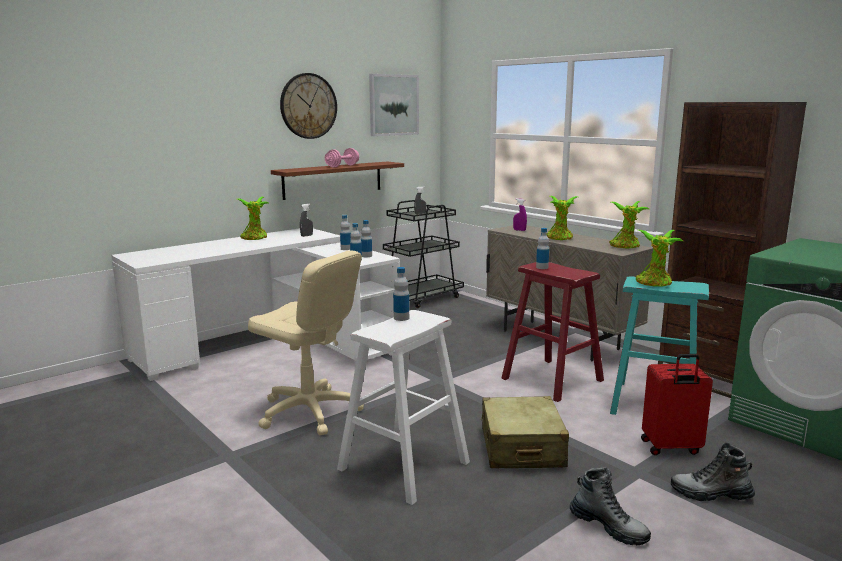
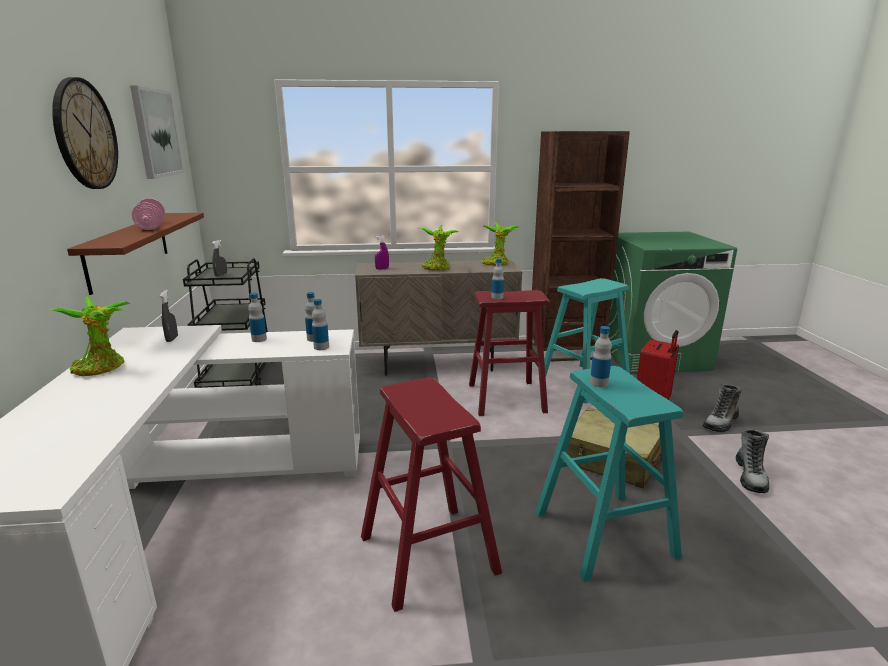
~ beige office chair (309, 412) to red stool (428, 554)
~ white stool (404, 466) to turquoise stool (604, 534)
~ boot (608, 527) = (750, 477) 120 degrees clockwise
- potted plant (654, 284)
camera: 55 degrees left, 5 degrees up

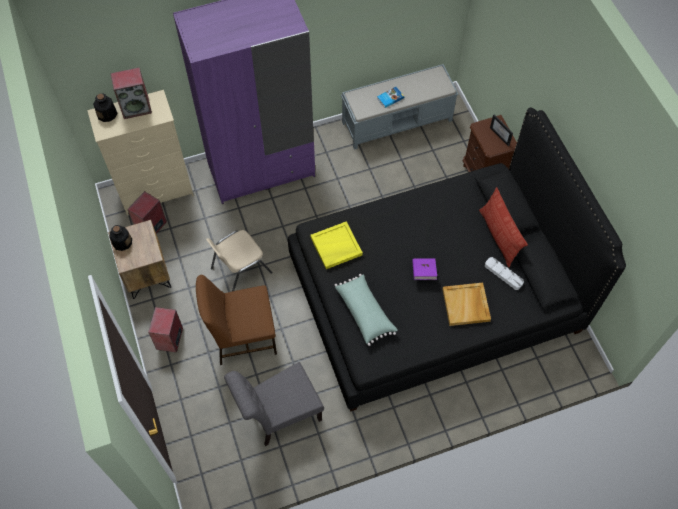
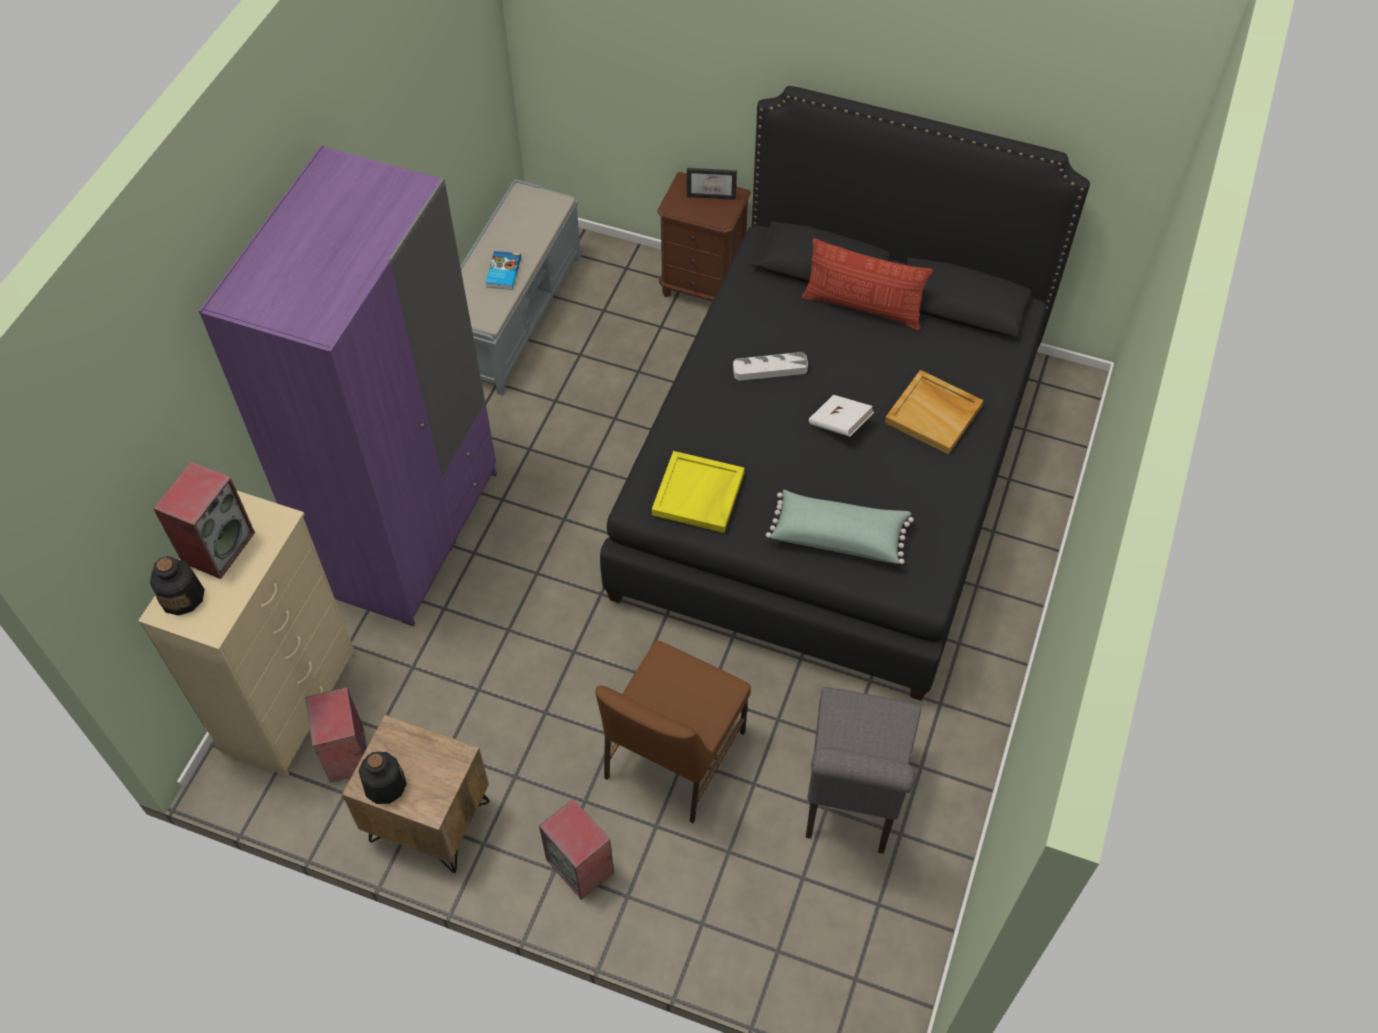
- beige chair (240, 270)
~ purple book (423, 272) to white book (839, 424)
~ white tray (503, 274) to (770, 369)
camera: 50 degrees left, 5 degrees down

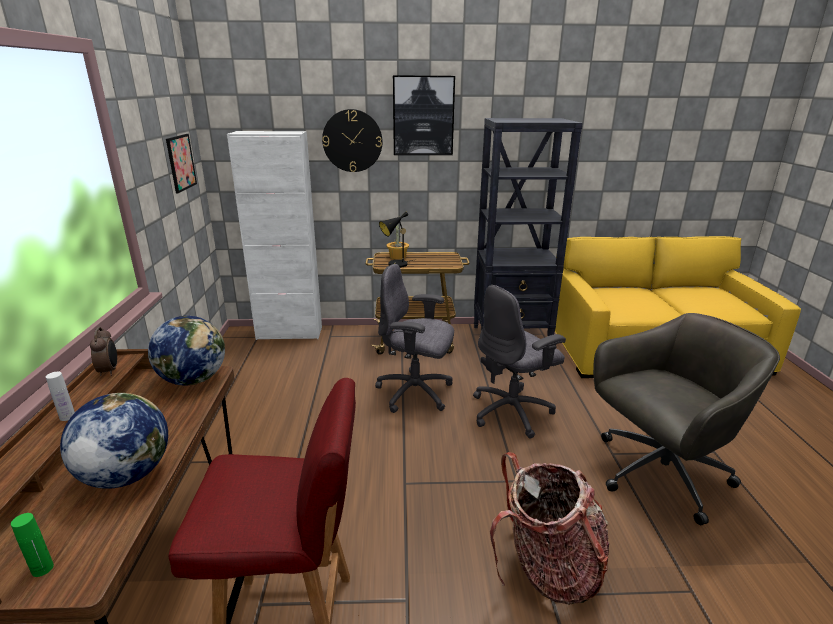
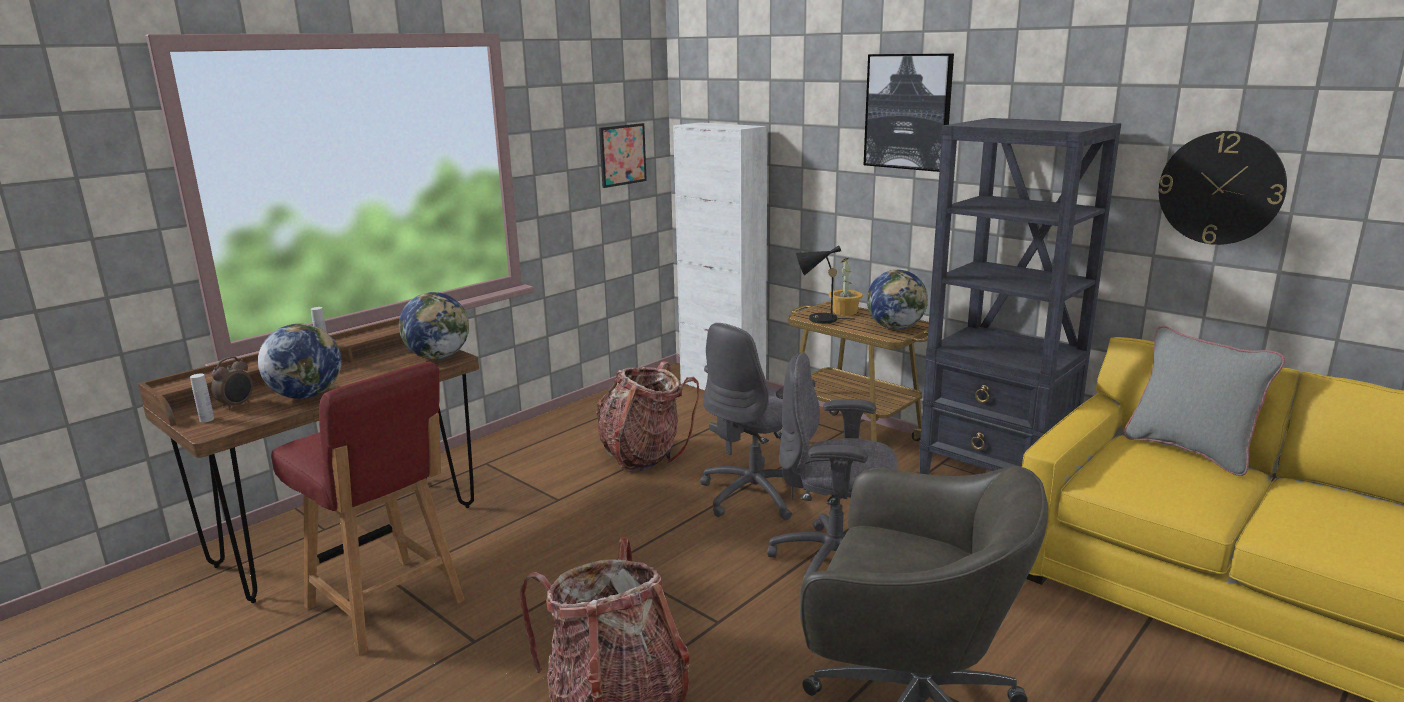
~ green bottle (42, 569) to white bottle (207, 419)
~ alarm clock (109, 371) to (237, 405)
~ wall clock (352, 141) to (1220, 188)
~ grey office chair (415, 393) = (756, 494) 105 degrees counterclockwise
+ backpack (643, 455)
+ globe (896, 328)
+ grey pillow (1189, 450)
camera: 45 degrees right, 5 degrees down

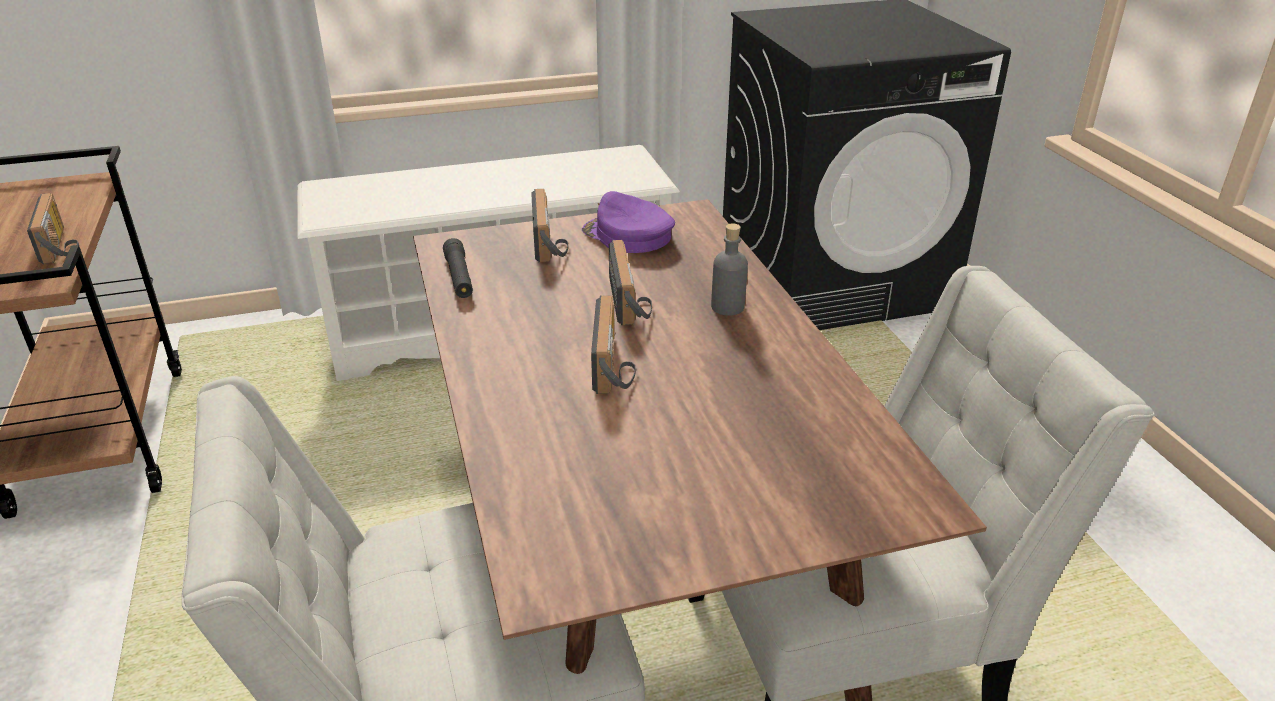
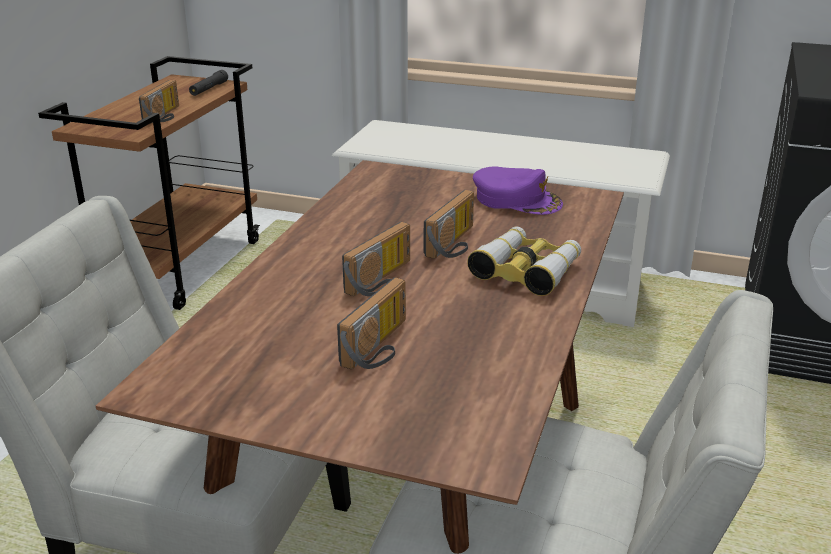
~ black flashlight (459, 277) to (209, 89)
~ radio (551, 243) to (381, 347)
~ purple cap (627, 235) = (517, 199) 135 degrees clockwise
~ grey bottle (727, 307) to binoculars (526, 270)
camera: 35 degrees right, 5 degrees down

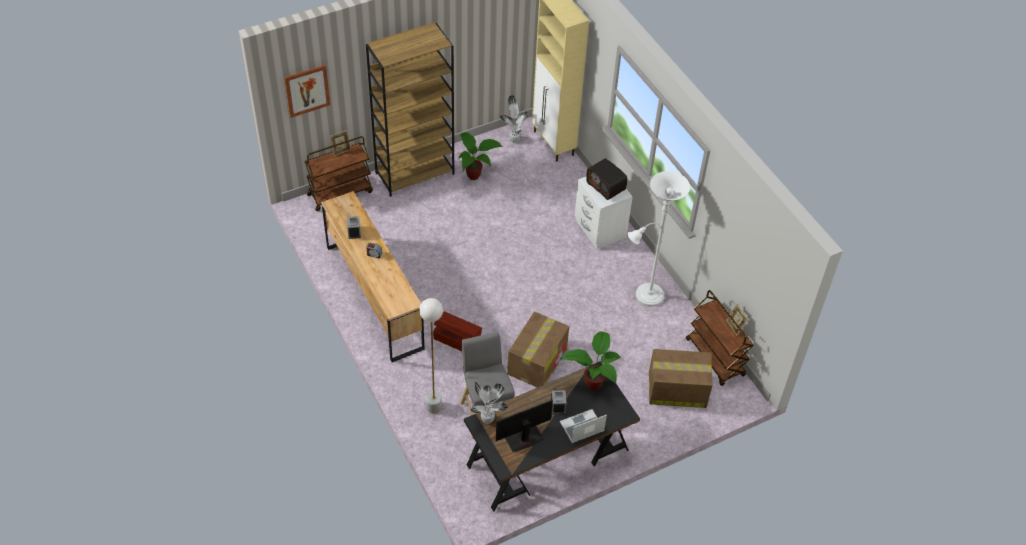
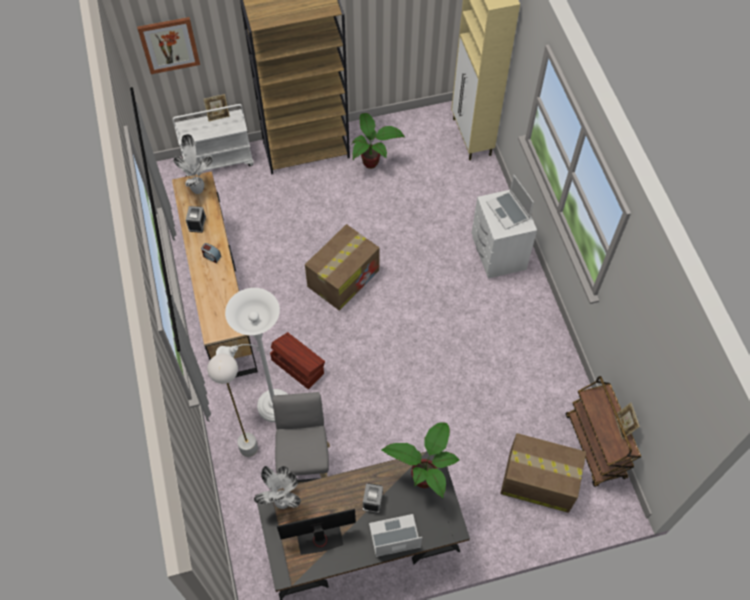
~ brown cart (340, 193) to white cart (218, 161)
~ potted plant (514, 139) to (198, 189)
~ cardboard box (537, 361) to (344, 277)
~ radio (606, 186) to laptop (508, 211)
~ white floor lamp (645, 296) to (269, 406)
camera: 15 degrees right, 10 degrees up

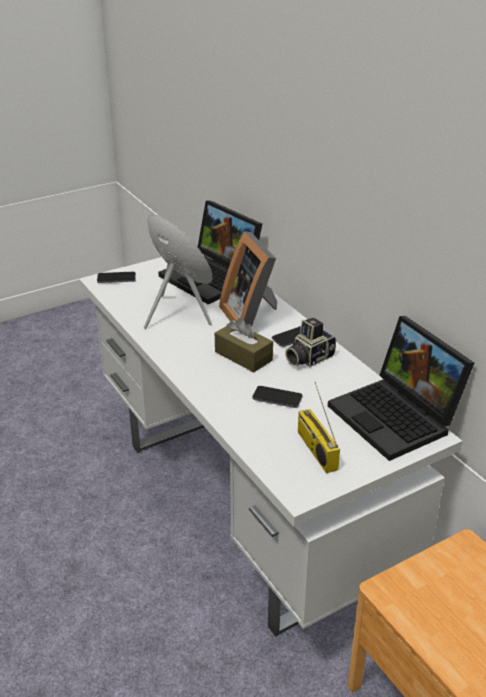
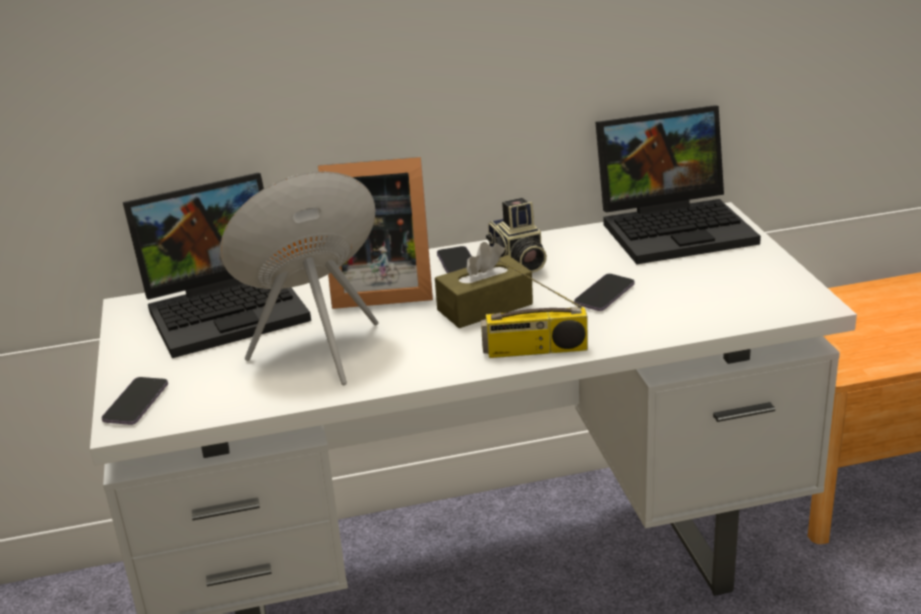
~ radio (315, 449) to (534, 350)
camera: 70 degrees left, 5 degrees down

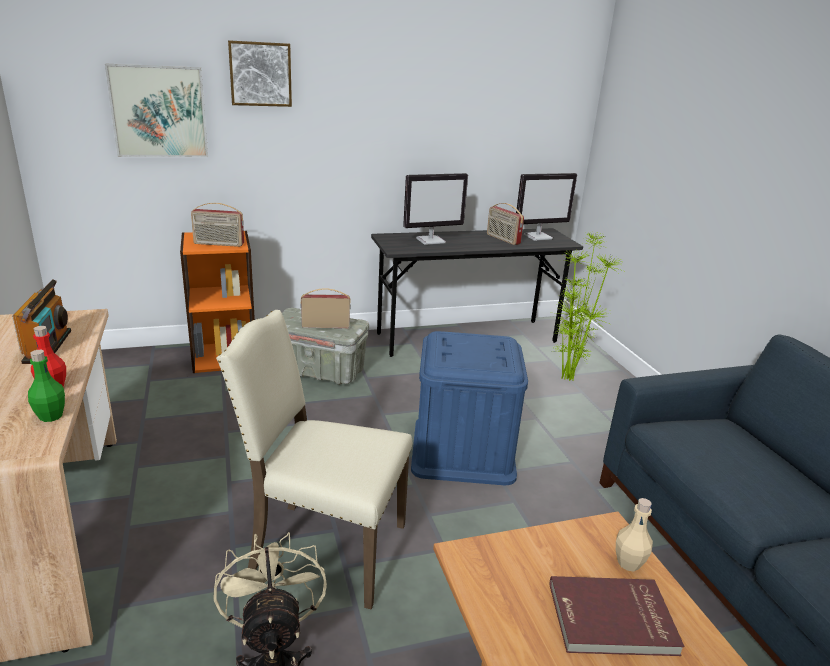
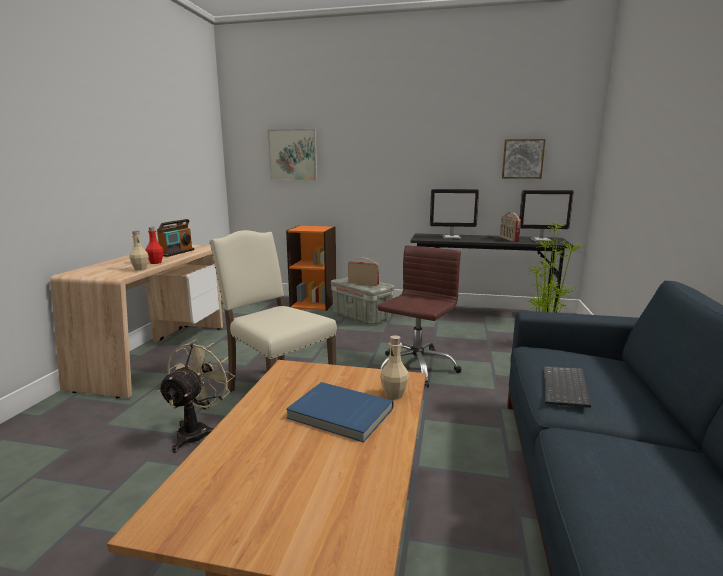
~ green bottle (51, 416) to beige bottle (140, 269)
- radio (218, 244)
~ picture (260, 74) to (522, 159)
~ blue storage box (463, 450) to brown office chair (416, 367)
~ red book (612, 620) to blue book (339, 414)
+ keyboard (566, 388)
camera: 30 degrees right, 10 degrees down

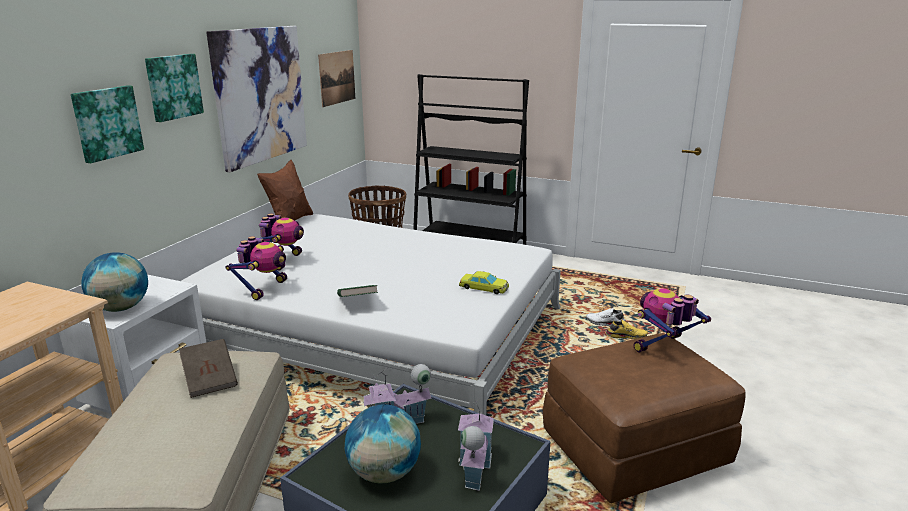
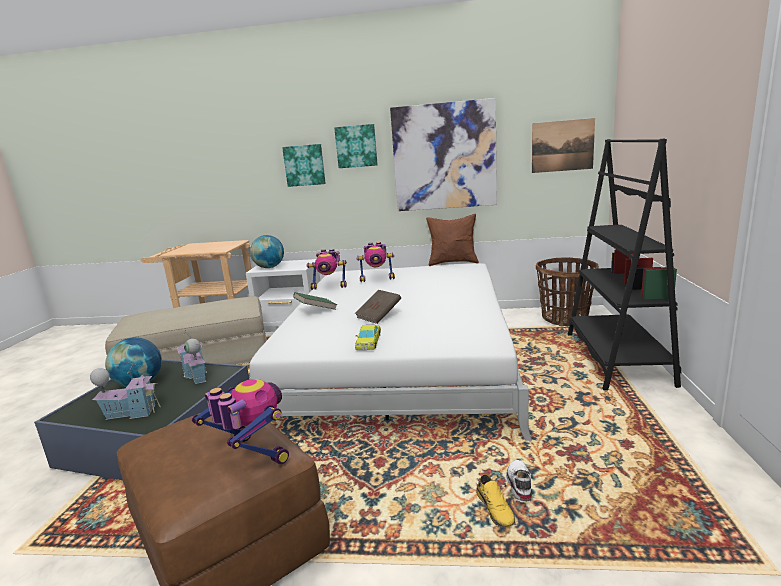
~ brown book (210, 380) to (379, 316)
camera: 75 degrees right, 5 degrees down

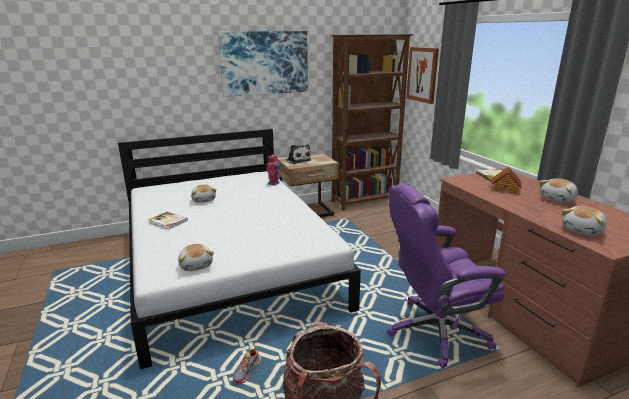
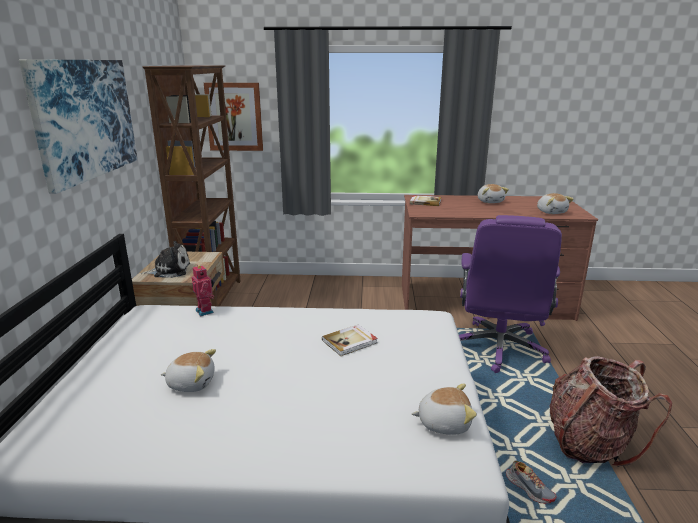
~ book (168, 222) to (350, 342)
- toy house (505, 189)
camera: 65 degrees left, 0 degrees up

